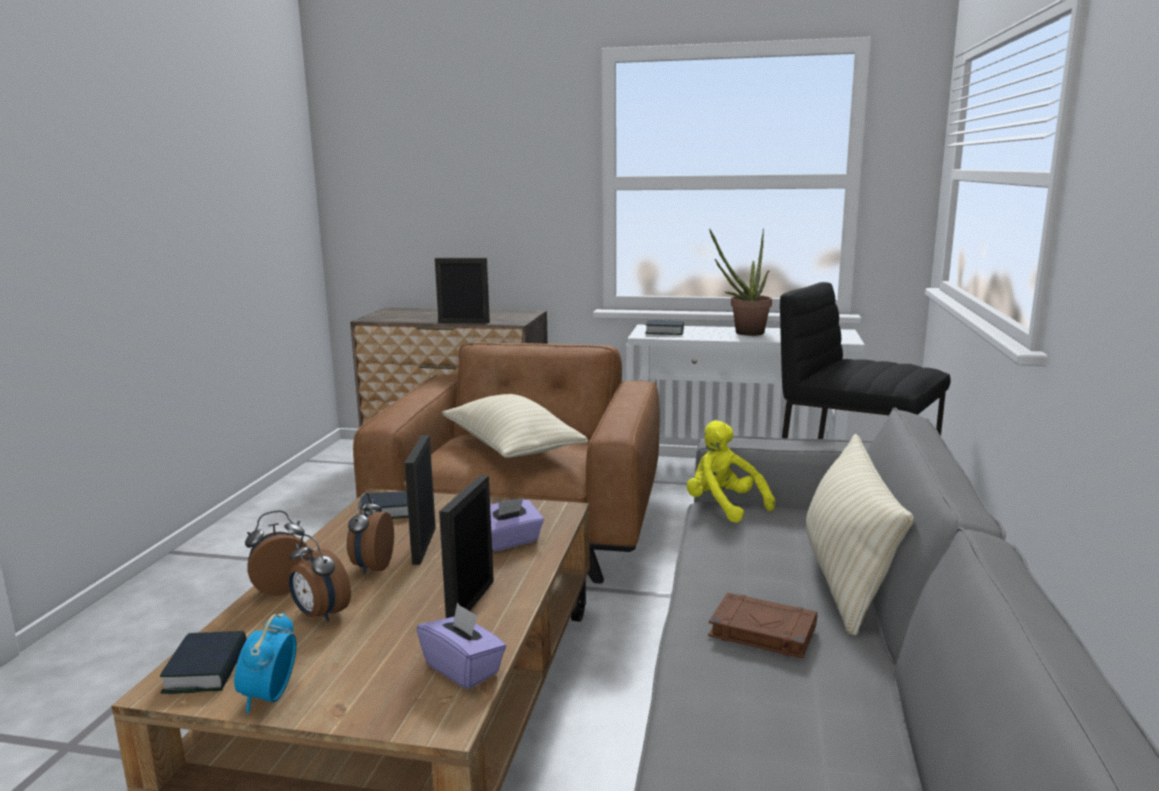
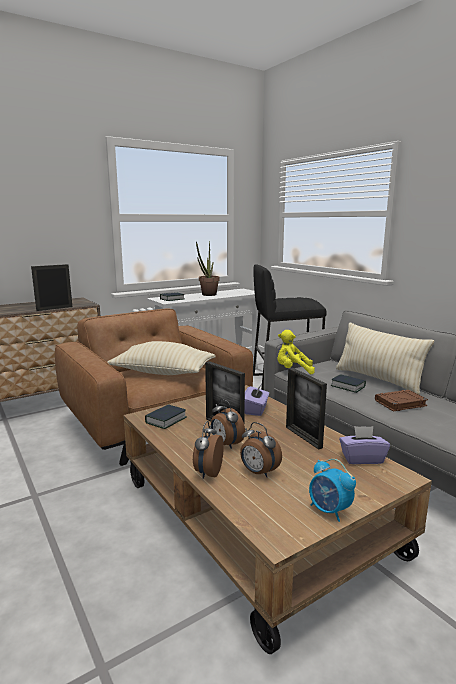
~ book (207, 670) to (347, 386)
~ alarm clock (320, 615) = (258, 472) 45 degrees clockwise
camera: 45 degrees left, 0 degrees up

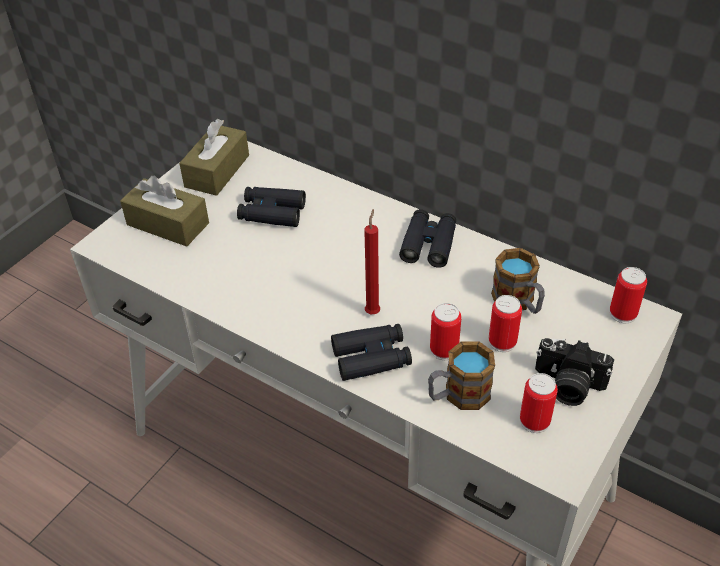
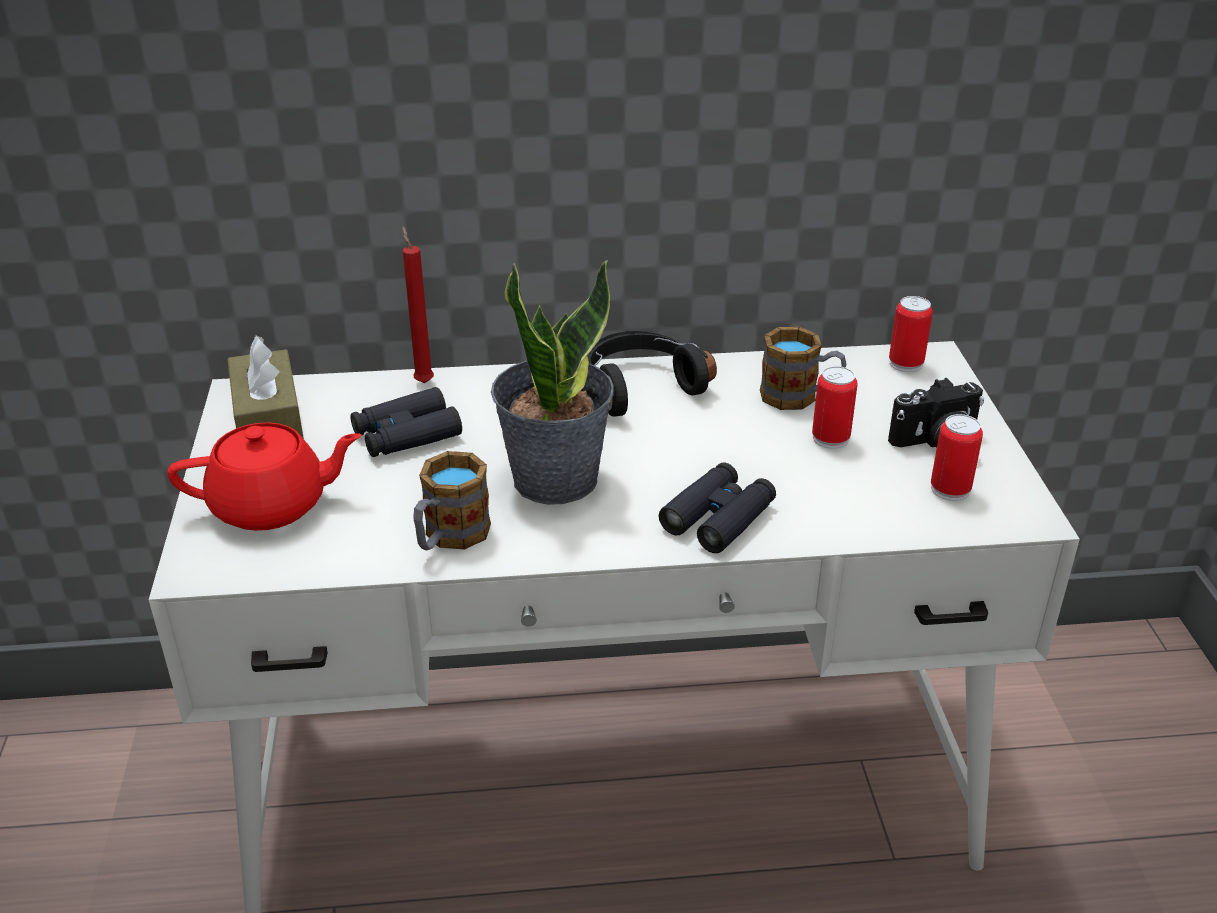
~ brown tissue box (168, 224) to red teapot (272, 506)
~ red candle (373, 311) to (423, 381)
~ black binoculars (428, 244) to black headphones (638, 387)
~ mug (458, 395) to (449, 537)
- can (444, 350)
+ potted plant (554, 478)
camera: 40 degrees left, 10 degrees down

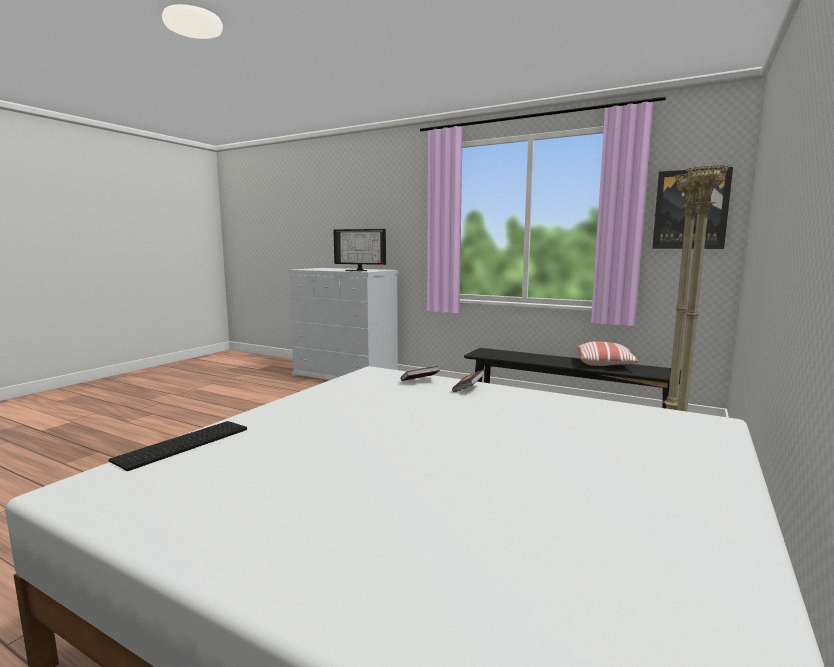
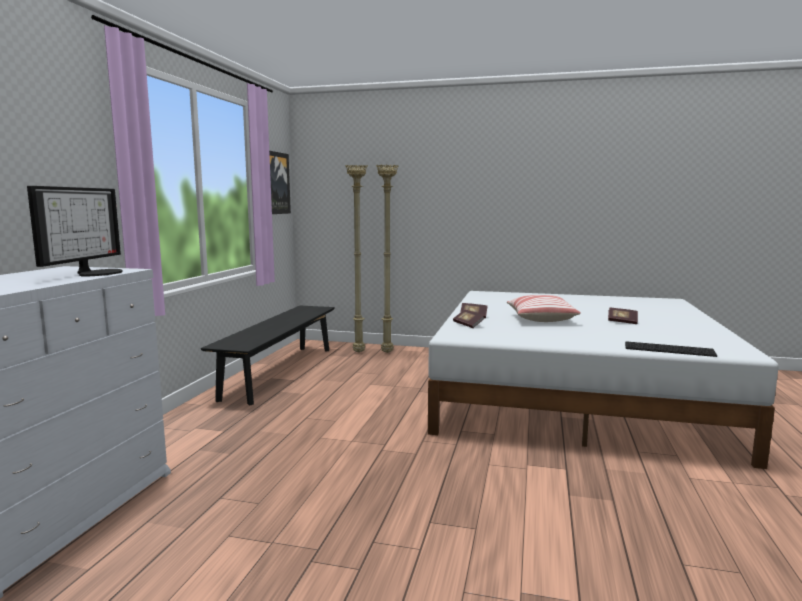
~ pillow (605, 364) to (540, 319)
+ book (622, 322)
camera: 105 degrees left, 0 degrees up

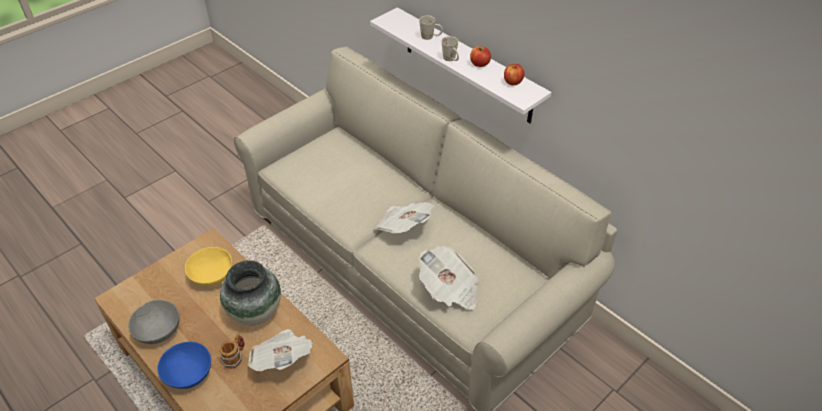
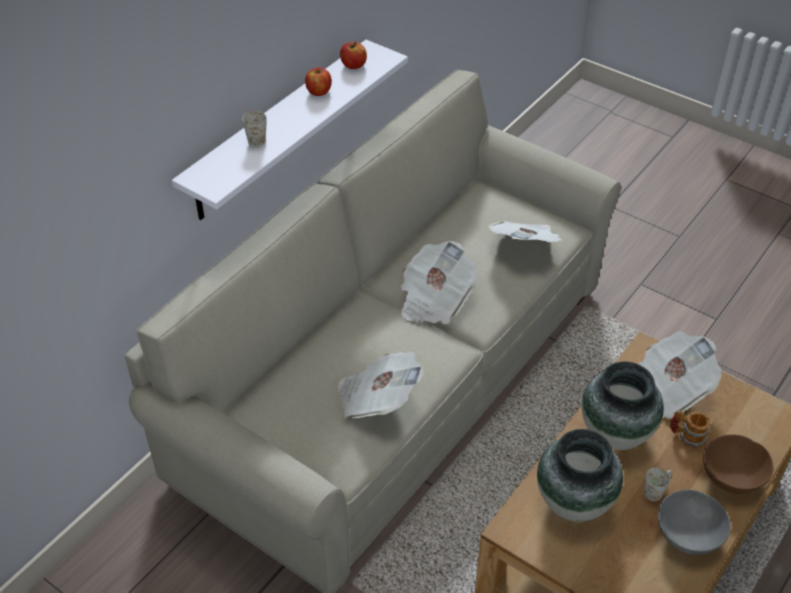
~ blue bowl (189, 374) to brown bowl (732, 477)
~ yellow bowl (212, 276) to vase (574, 502)
~ white mug (451, 60) to (656, 490)
+ newspaper (377, 399)
camera: 100 degrees left, 0 degrees up

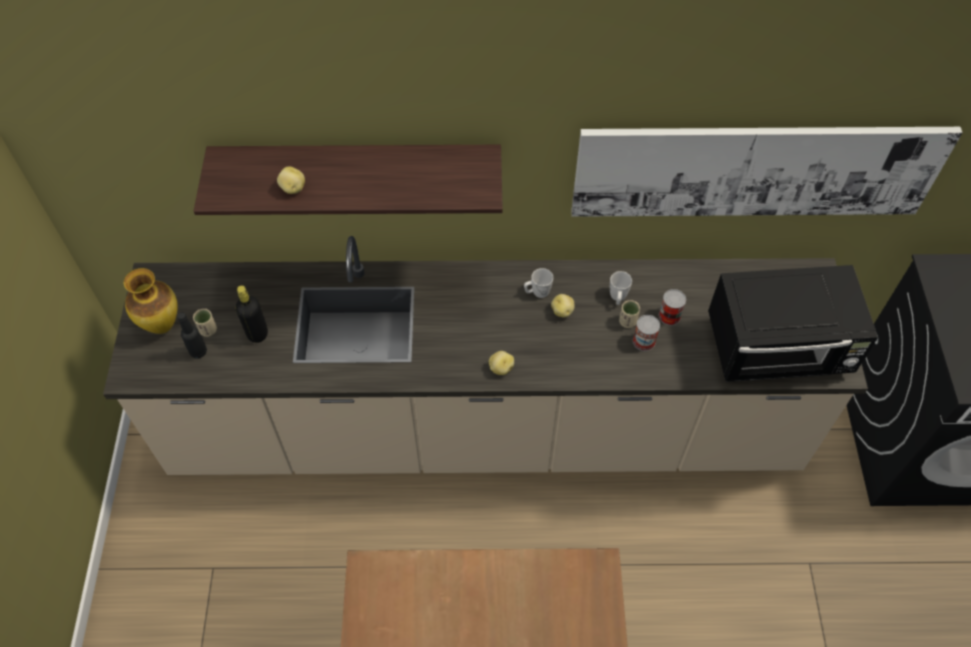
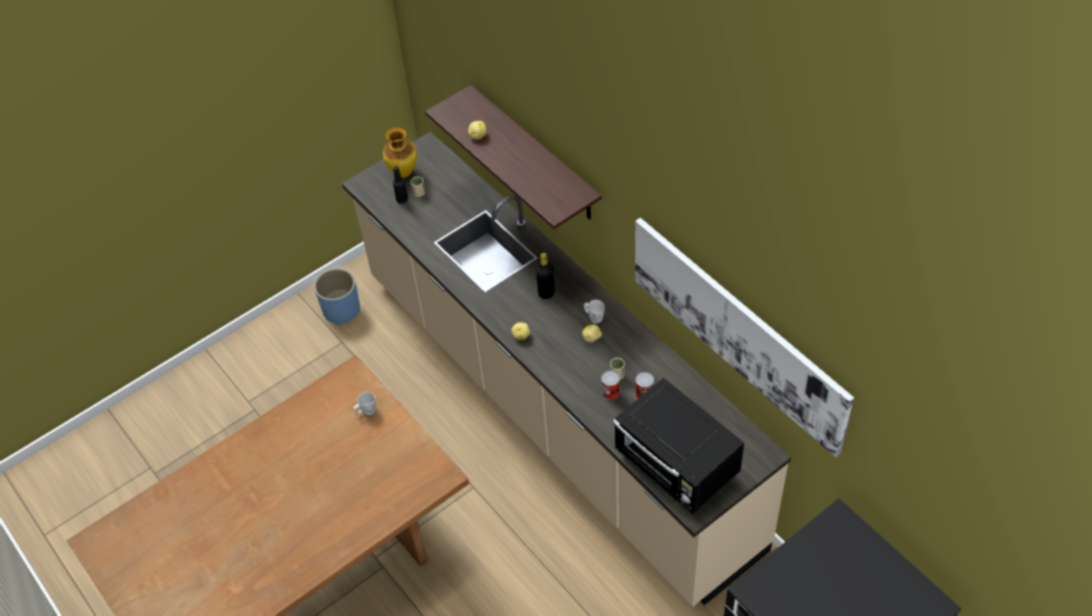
~ black bottle (257, 333) to (546, 293)
~ white mug (618, 297) to (366, 411)
+ blue planter (341, 310)
camera: 55 degrees right, 5 degrees down

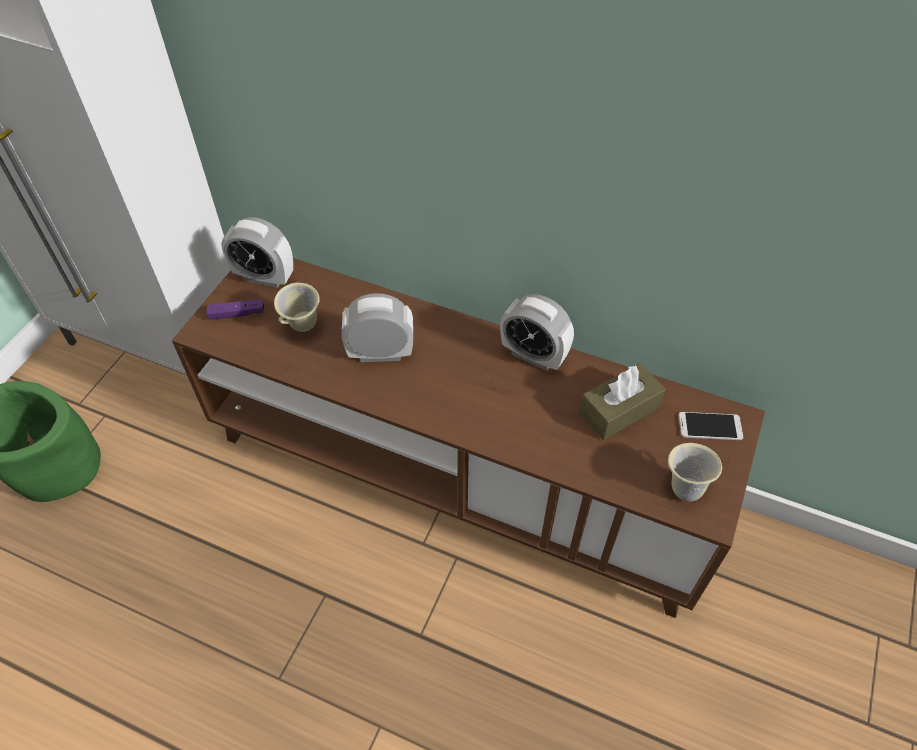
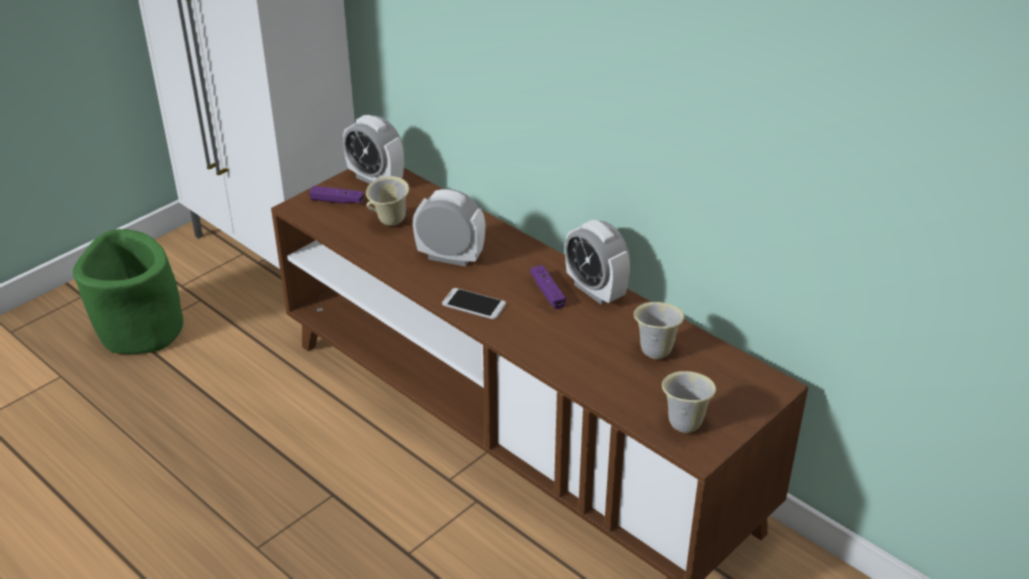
~ brown tissue box (619, 410) to beige mug (655, 350)
~ phone (710, 426) to (474, 304)
+ purple game controller (547, 292)
camera: 20 degrees right, 15 degrees down

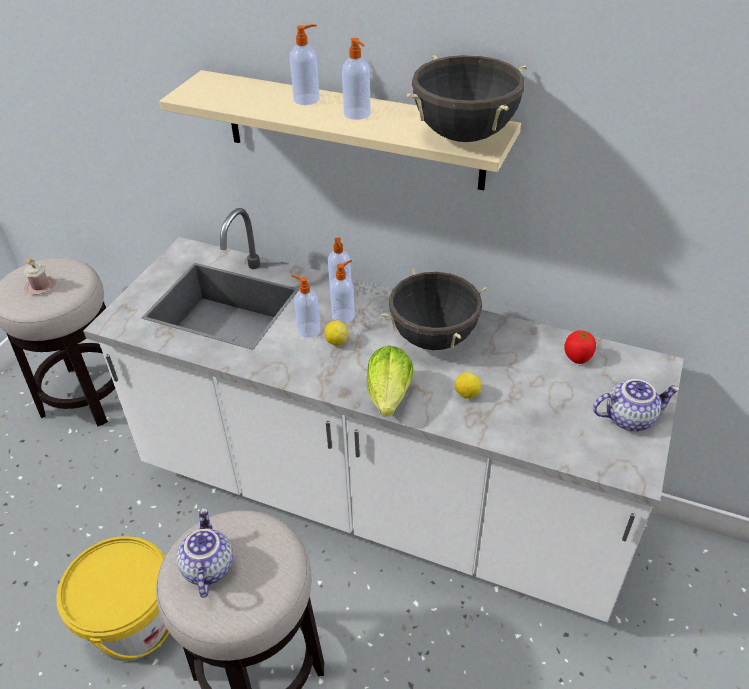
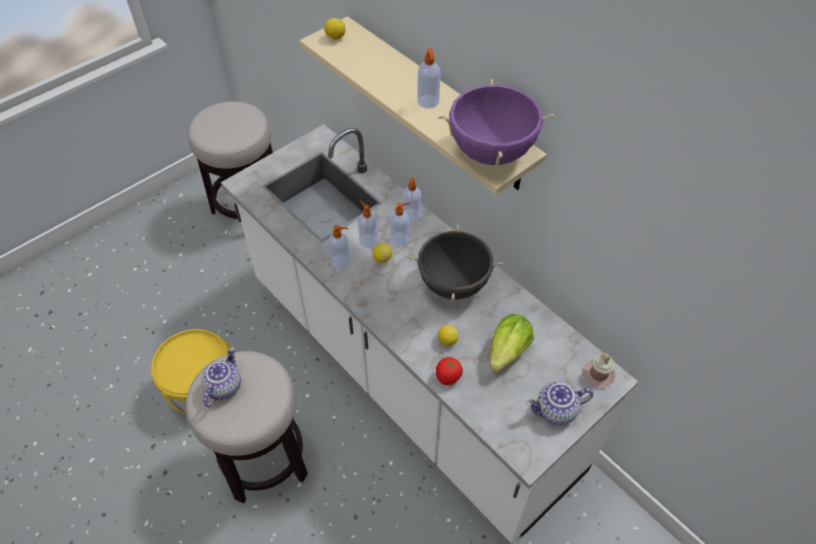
~ pink mug (40, 286) to (598, 374)
~ soap dispenser (307, 99) to (341, 261)
~ lettuce (389, 395) to (508, 351)
~ black cooking pot (464, 136) to purple cooking pot (491, 152)
~ tomato (577, 358) to (448, 377)
~ teapot (629, 417) = (555, 412) 150 degrees clockwise
+ lemon (335, 37)
camera: 25 degrees right, 10 degrees up

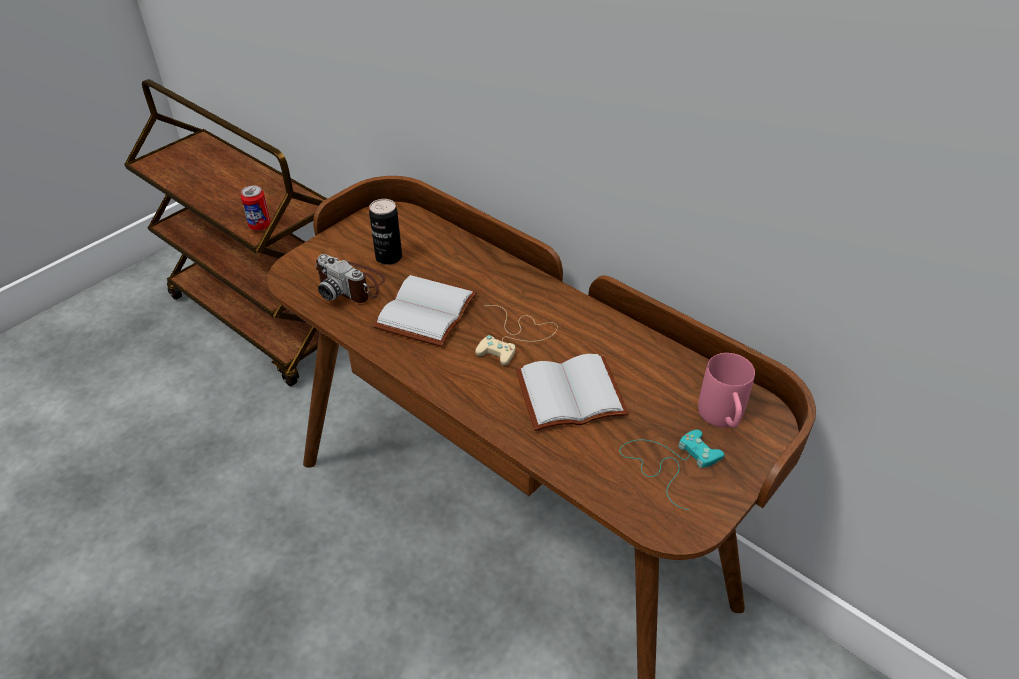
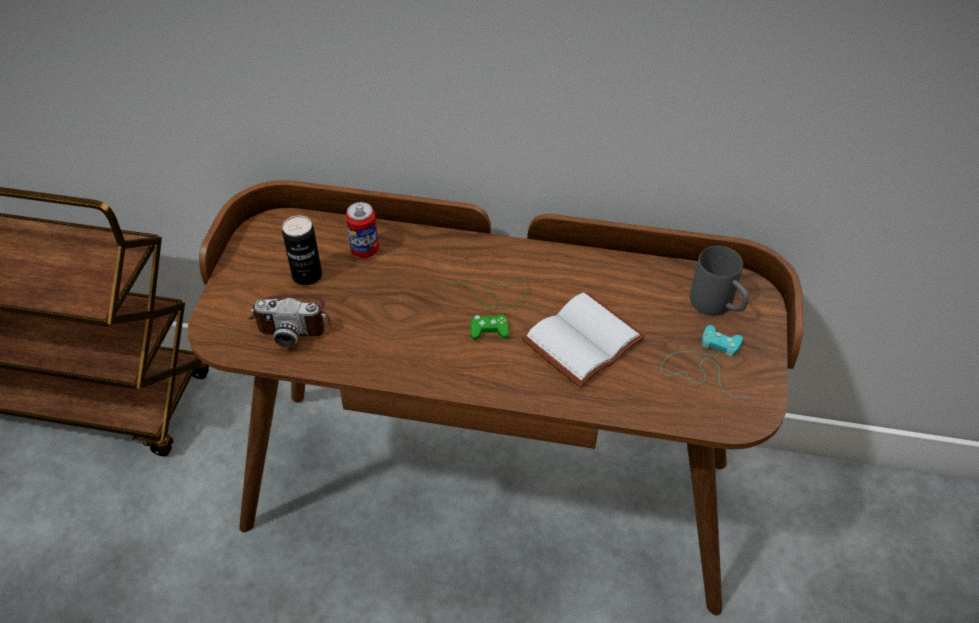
~ can (260, 226) to (365, 250)
- white book (428, 314)
~ beige game controller (515, 337) to green game controller (494, 306)
~ pink mug (722, 419) to grey mug (717, 307)
camera: 30 degrees left, 5 degrees up

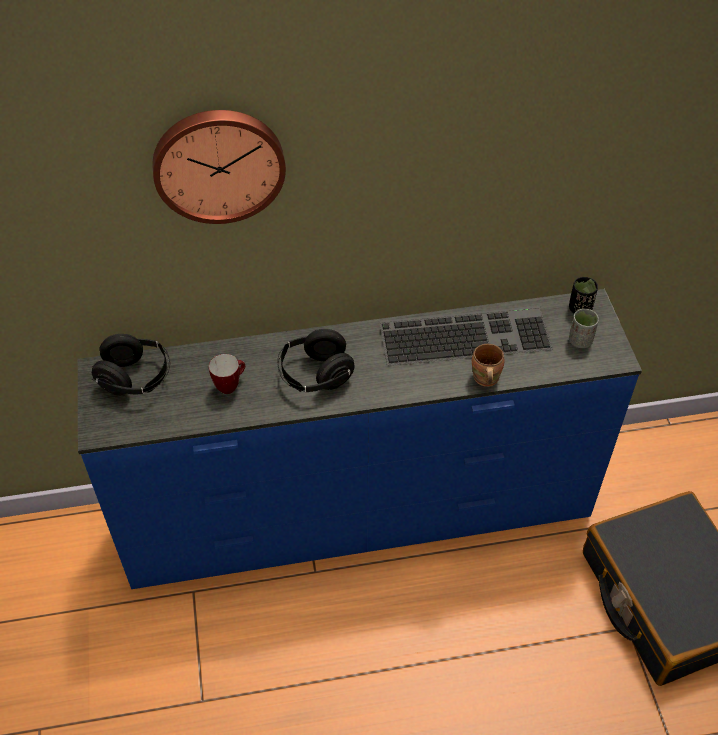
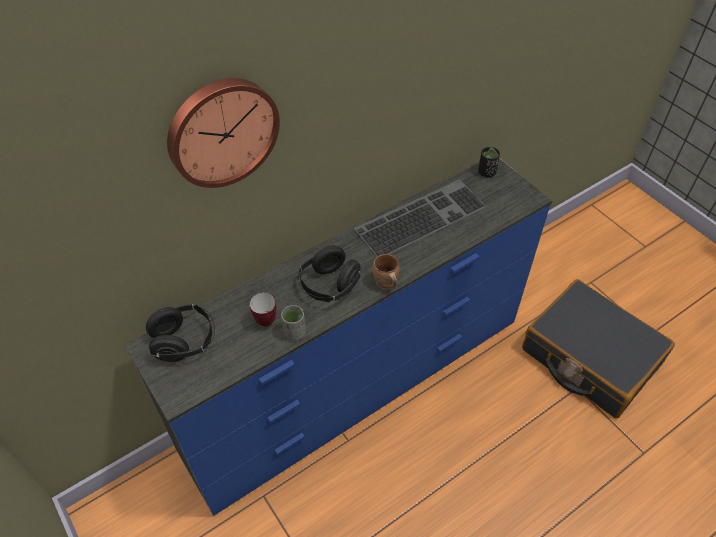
~ brown mug (484, 379) to (385, 283)
~ grey cup (580, 341) to (294, 332)
camera: 25 degrees left, 0 degrees up

